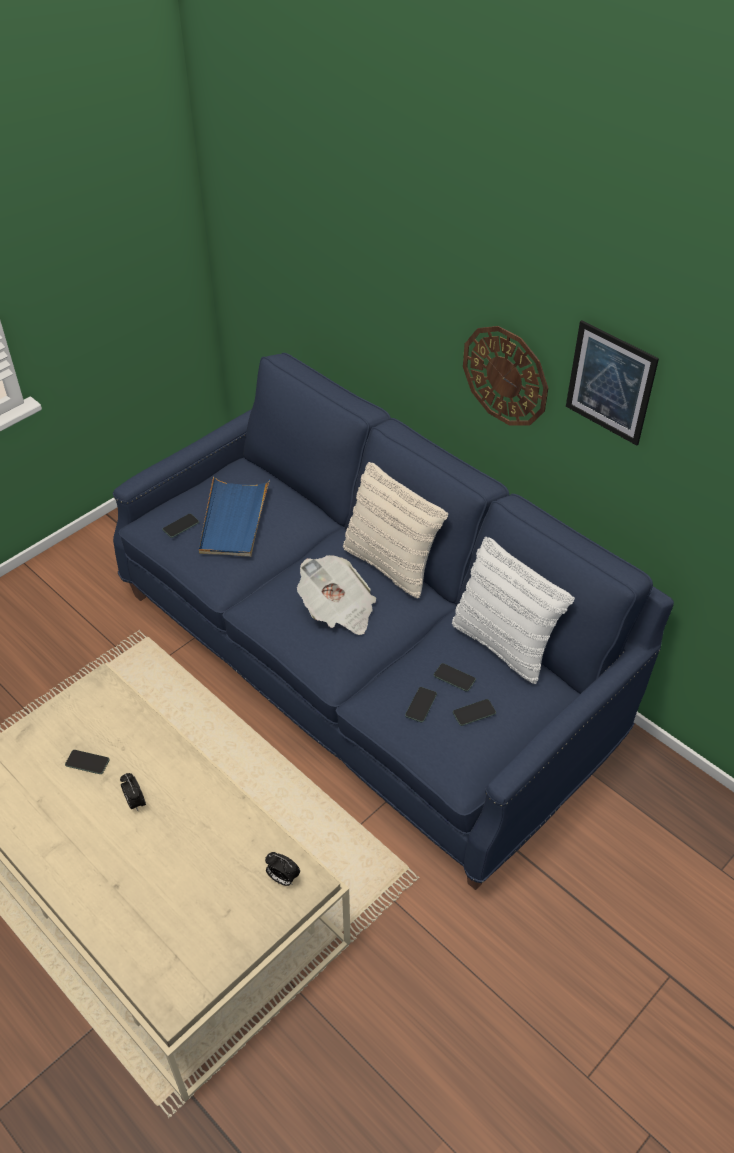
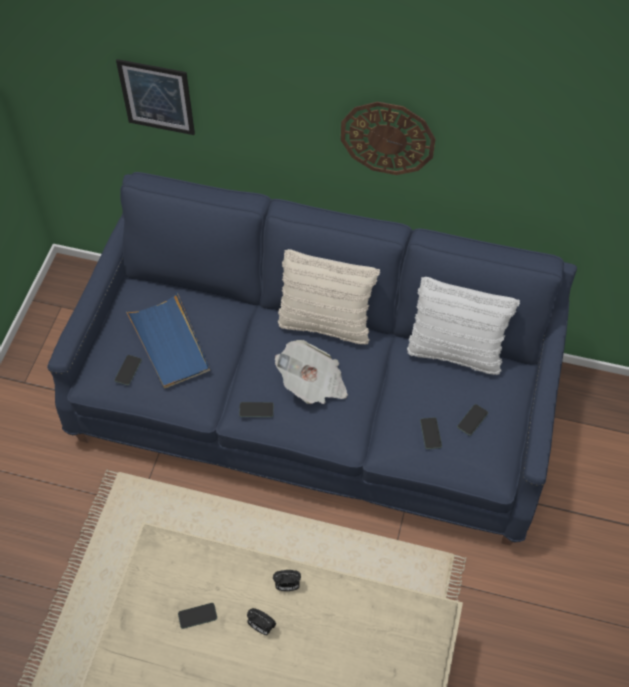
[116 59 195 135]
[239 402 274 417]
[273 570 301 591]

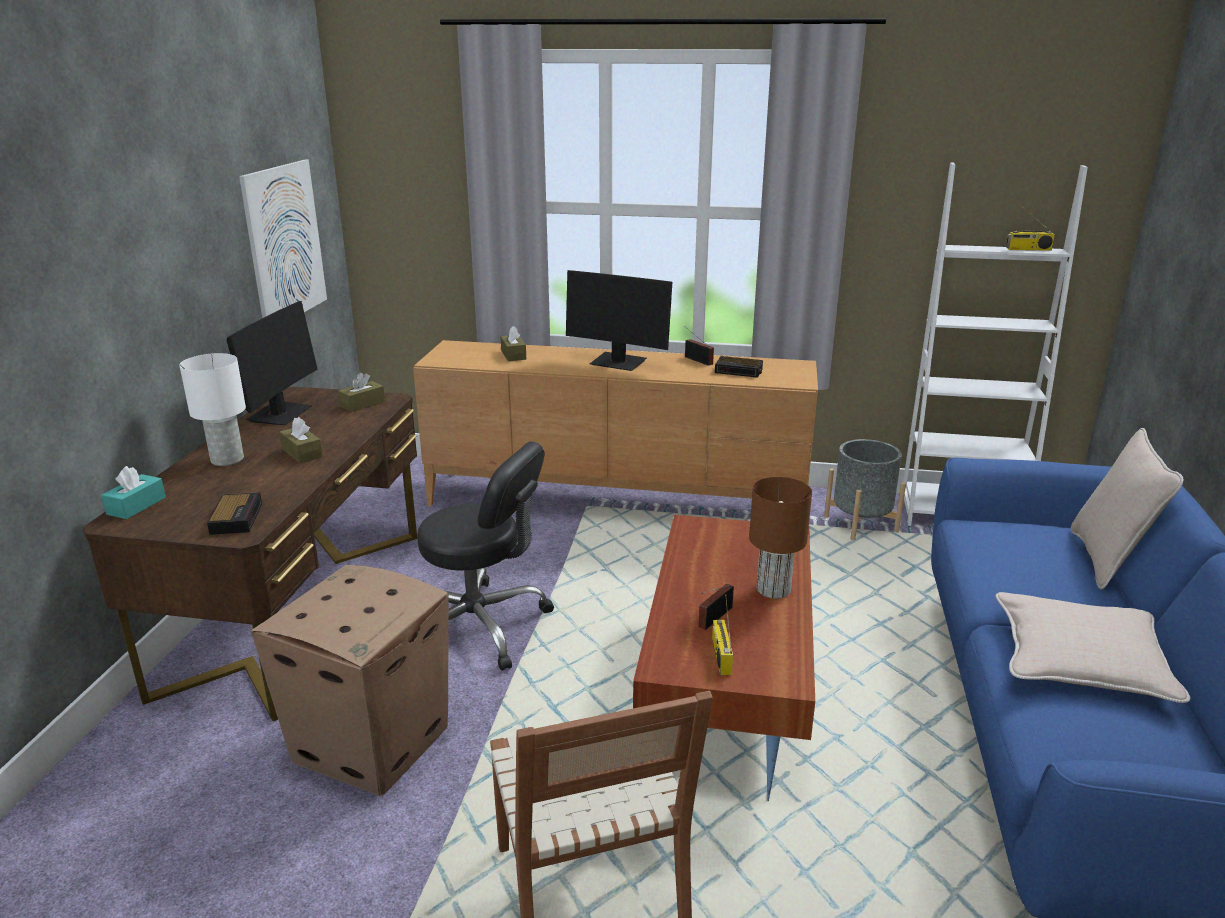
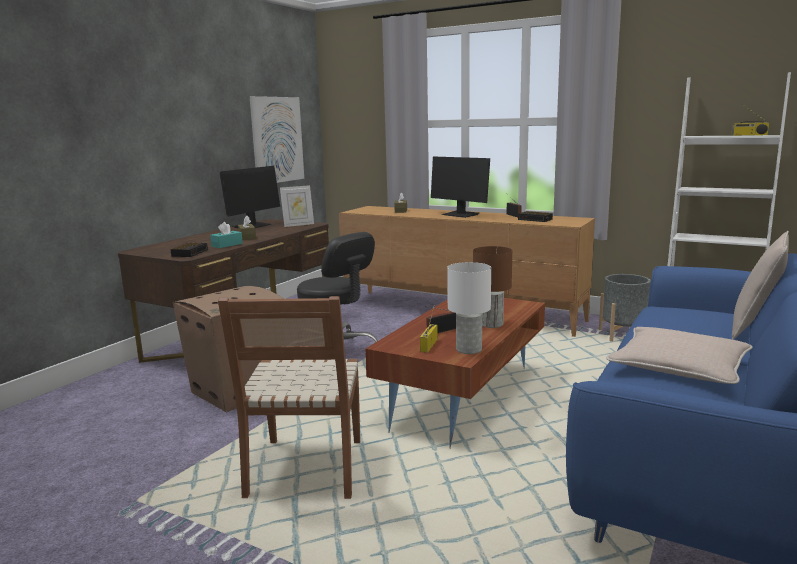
[447 262 491 354]
[280 185 314 227]
[210 222 243 248]

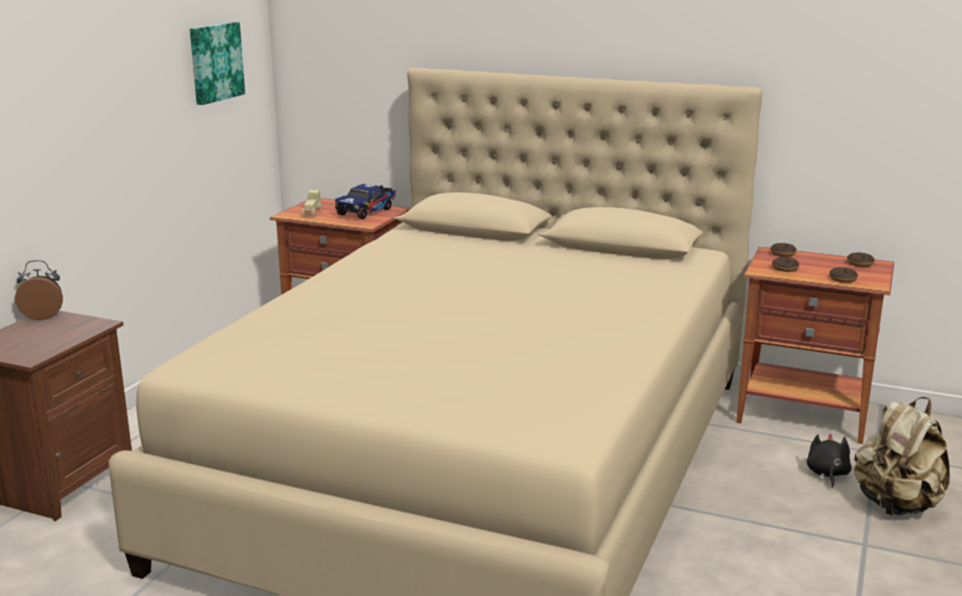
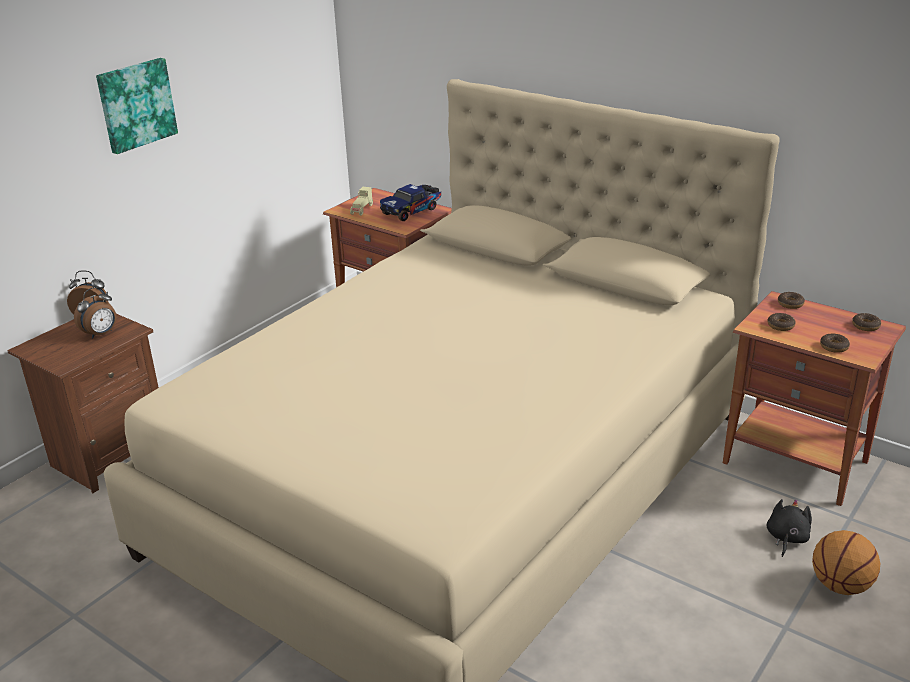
[96 58 178 154]
[812 530 880 595]
[74 287 117 339]

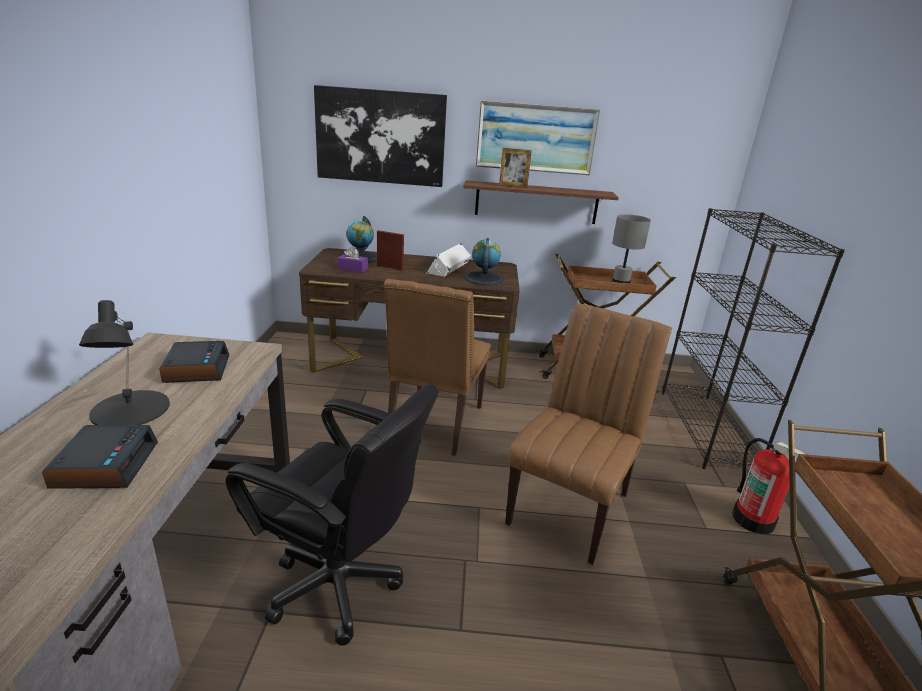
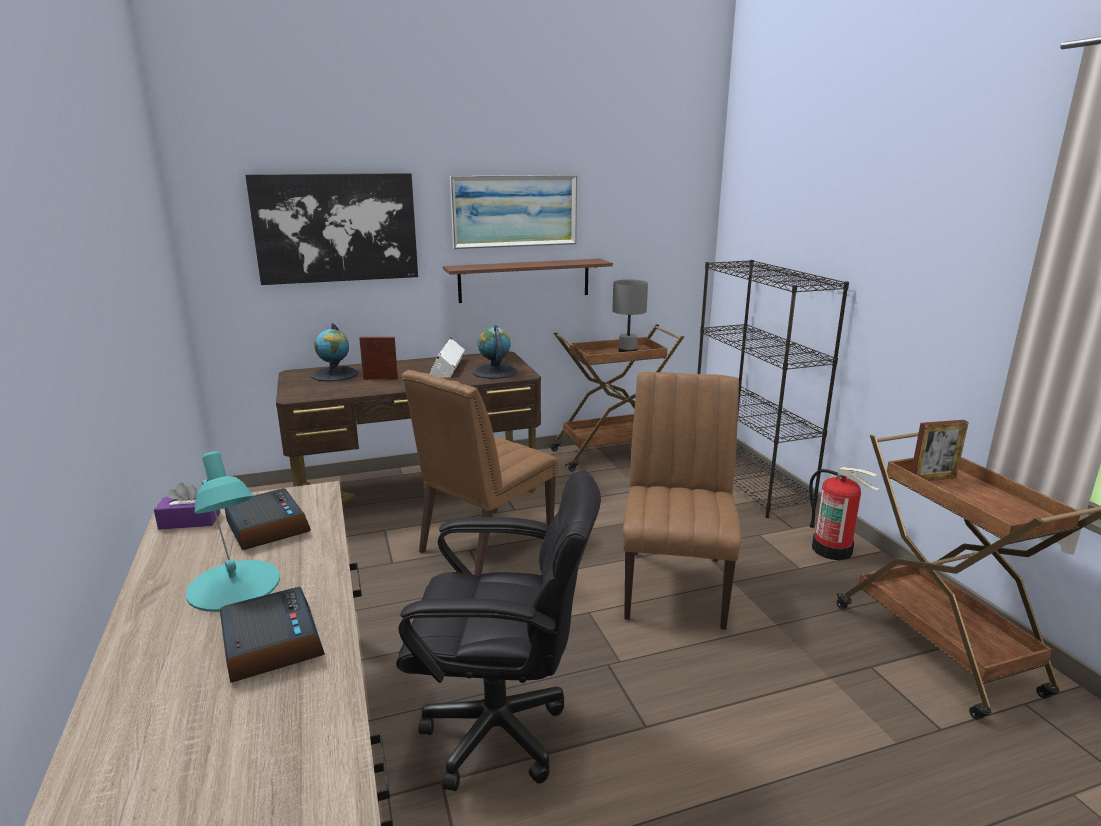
[911 420 969 481]
[154 482 220 530]
[402 370 559 576]
[186 451 280 612]

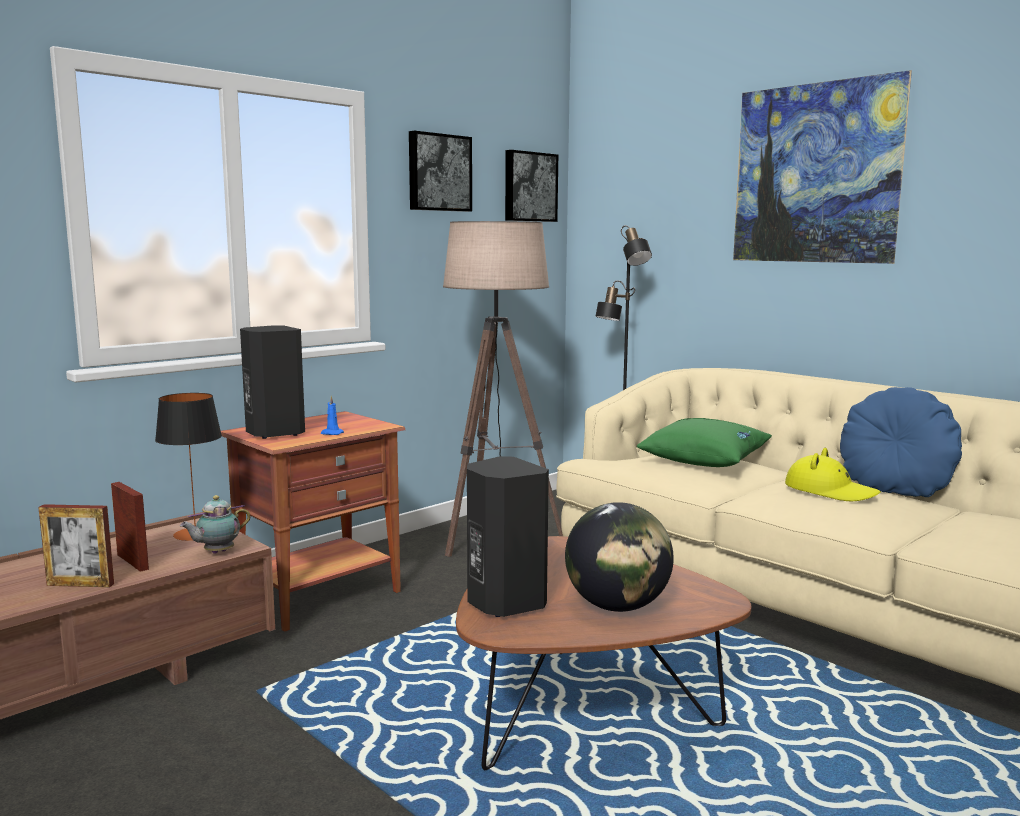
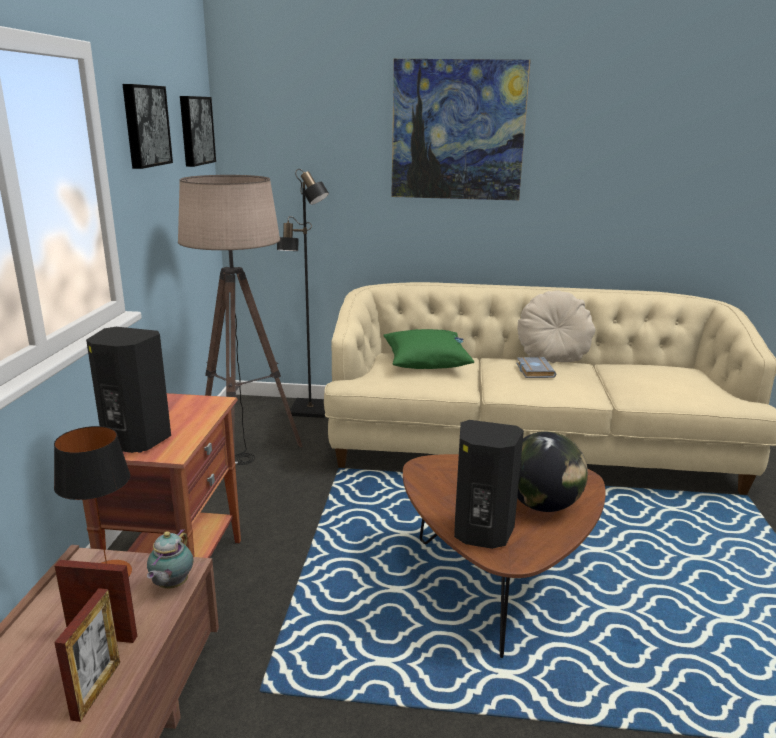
[518 290 595 363]
[321 396 344 435] (first image)
[517 357 556 378]
[54 588 120 722]

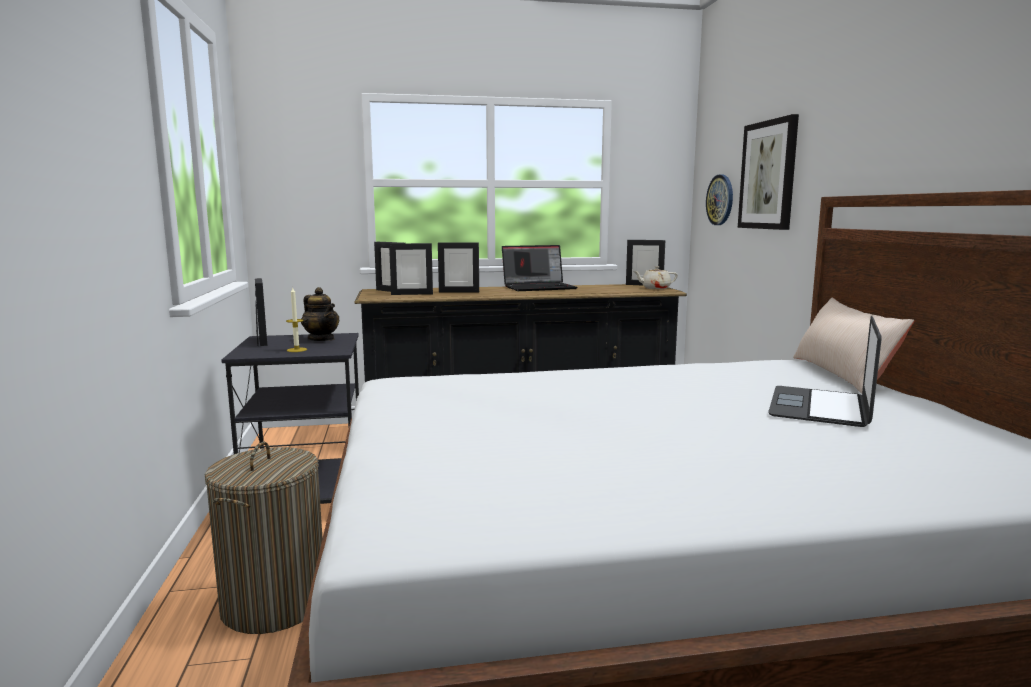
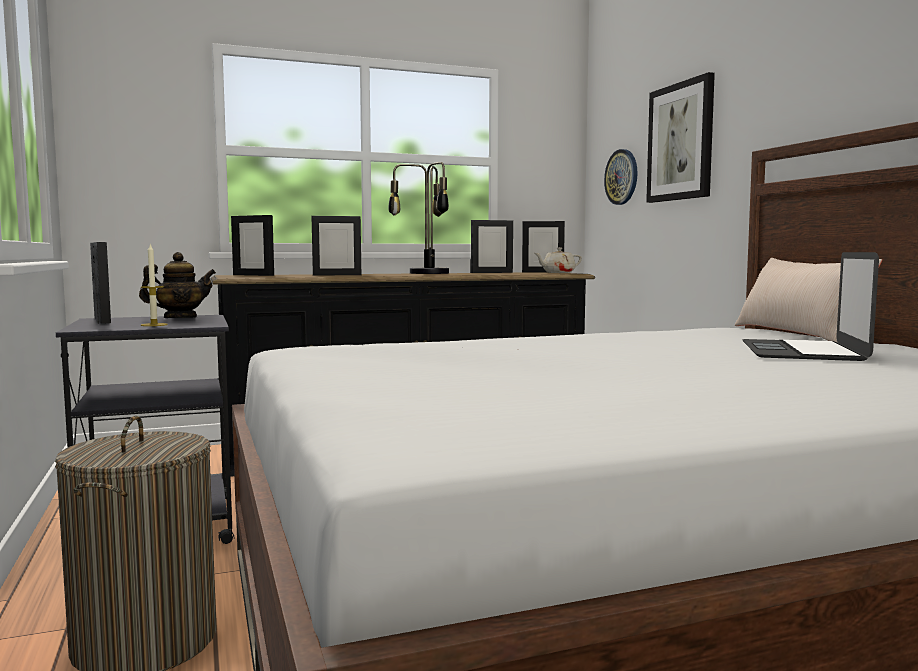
[470 220 513 273]
[389 162 449 274]
[139 252 216 318]

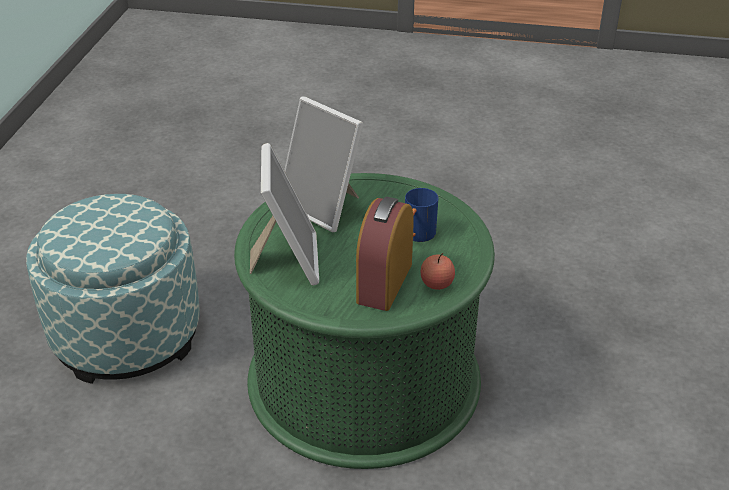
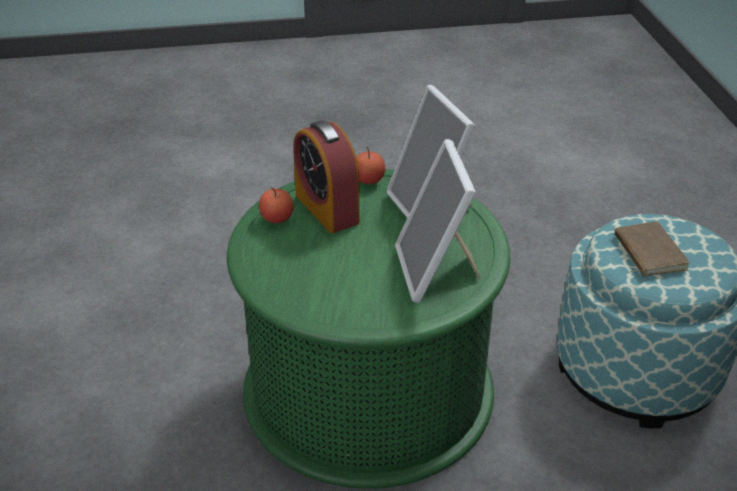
[395 139 481 303]
[405 188 438 242] (first image)
[293 120 360 233]
[356 147 385 184]
[615 221 690 276]

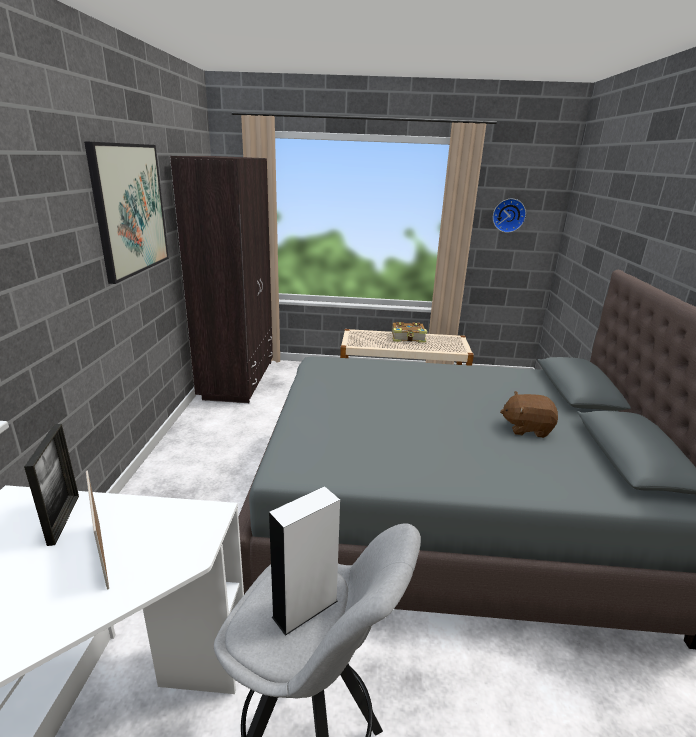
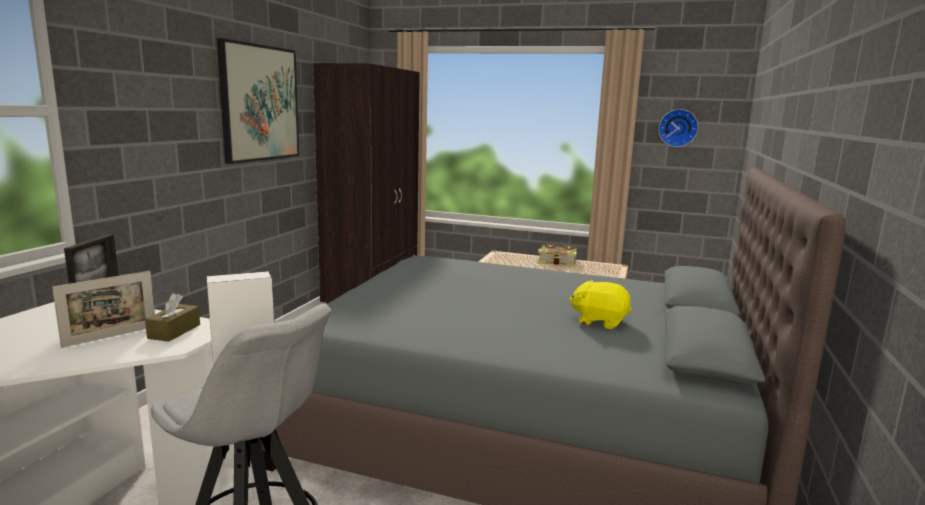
[569 280 632 329]
[52 271 155 348]
[145 293 200 342]

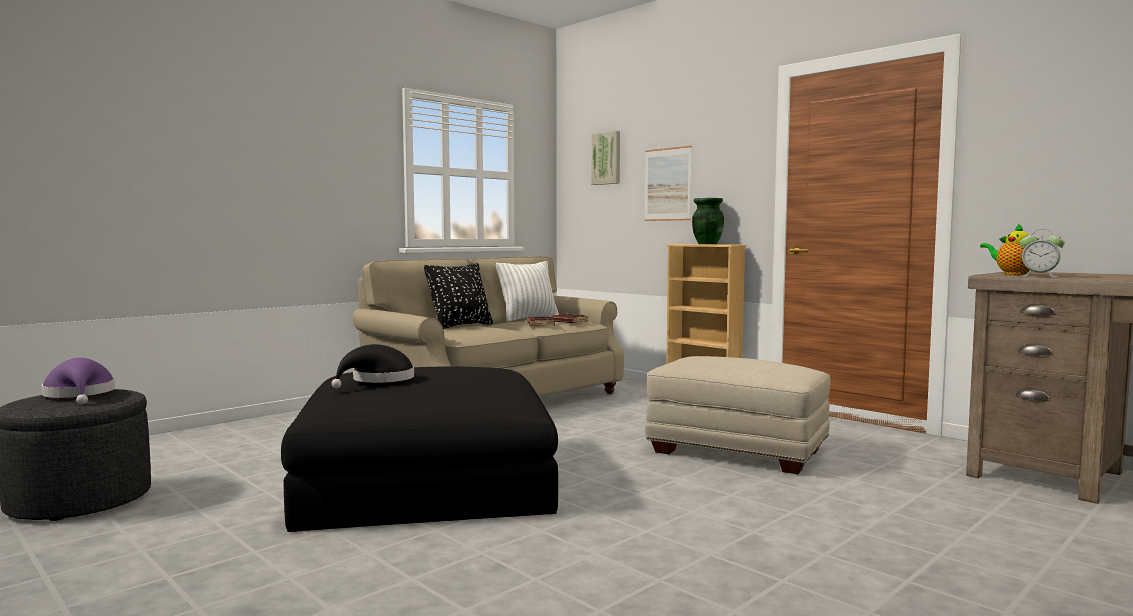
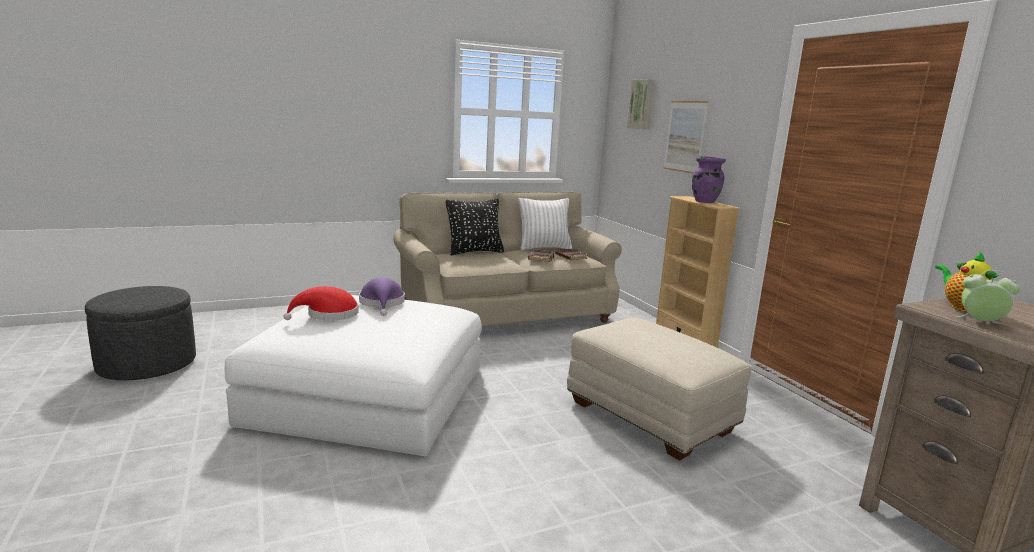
[692 156 726 203]
[955 270 1020 324]
[284 286 359 321]
[359 277 405 316]
[225 295 482 456]

